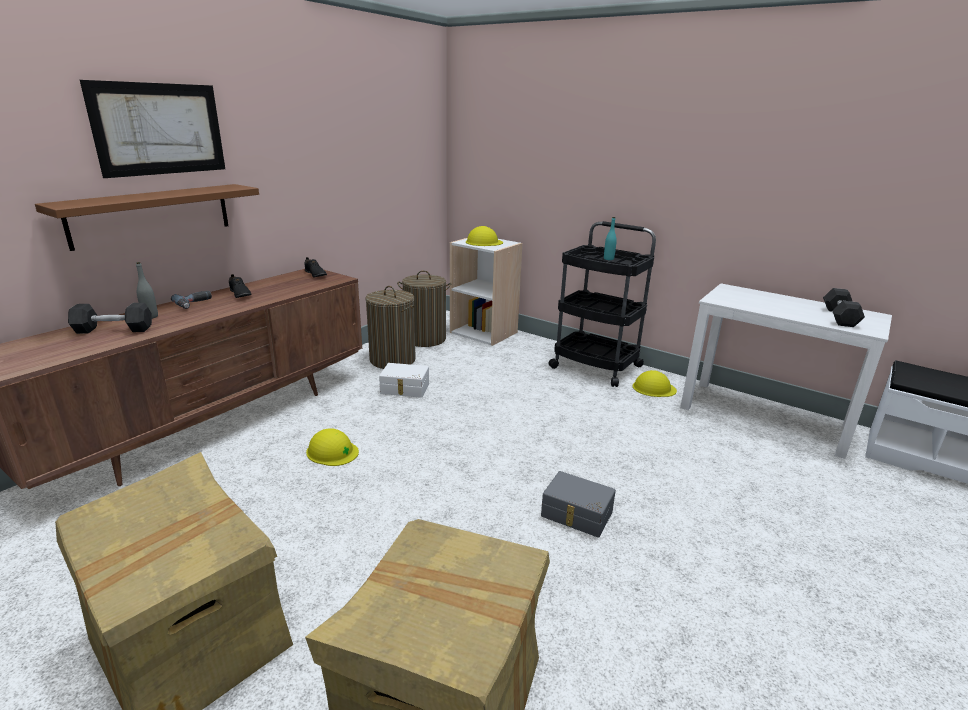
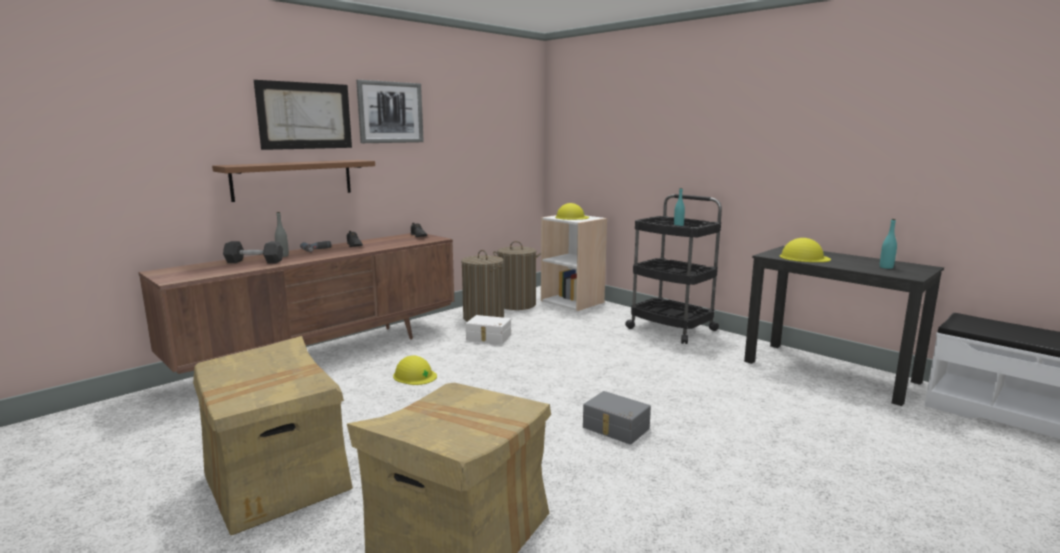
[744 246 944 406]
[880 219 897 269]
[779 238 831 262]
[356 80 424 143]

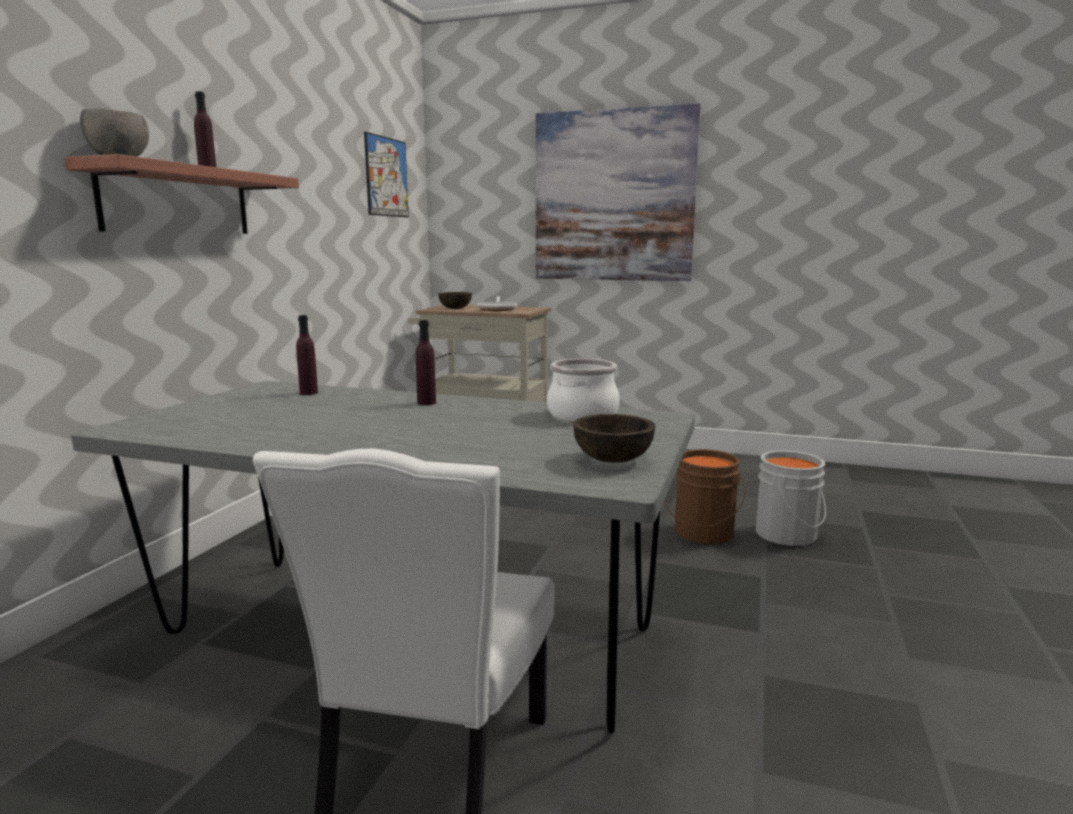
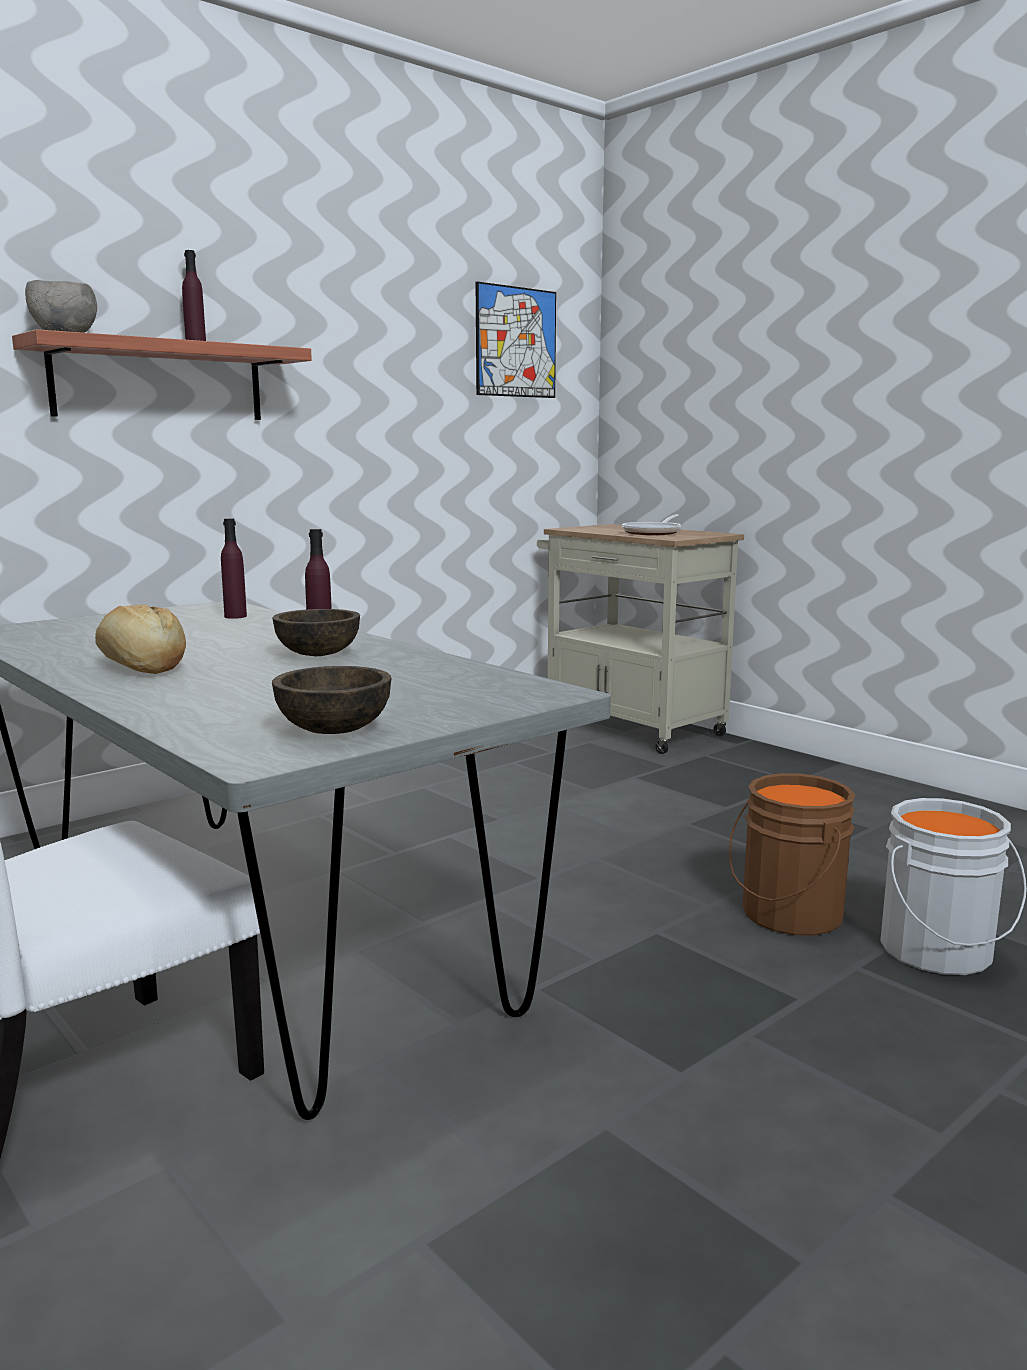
[536 103 701 281] (first image)
[272 609 360 656]
[547 359 620 422] (first image)
[95 604 186 674]

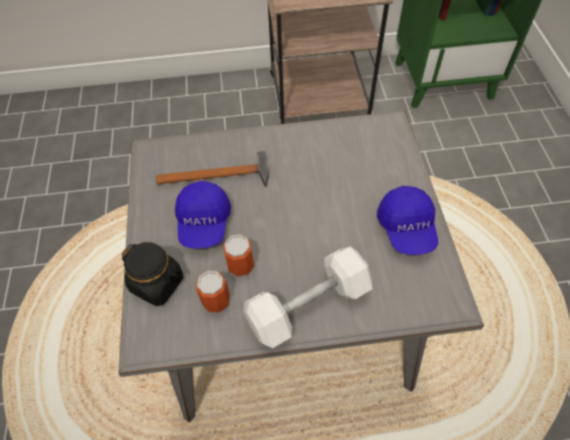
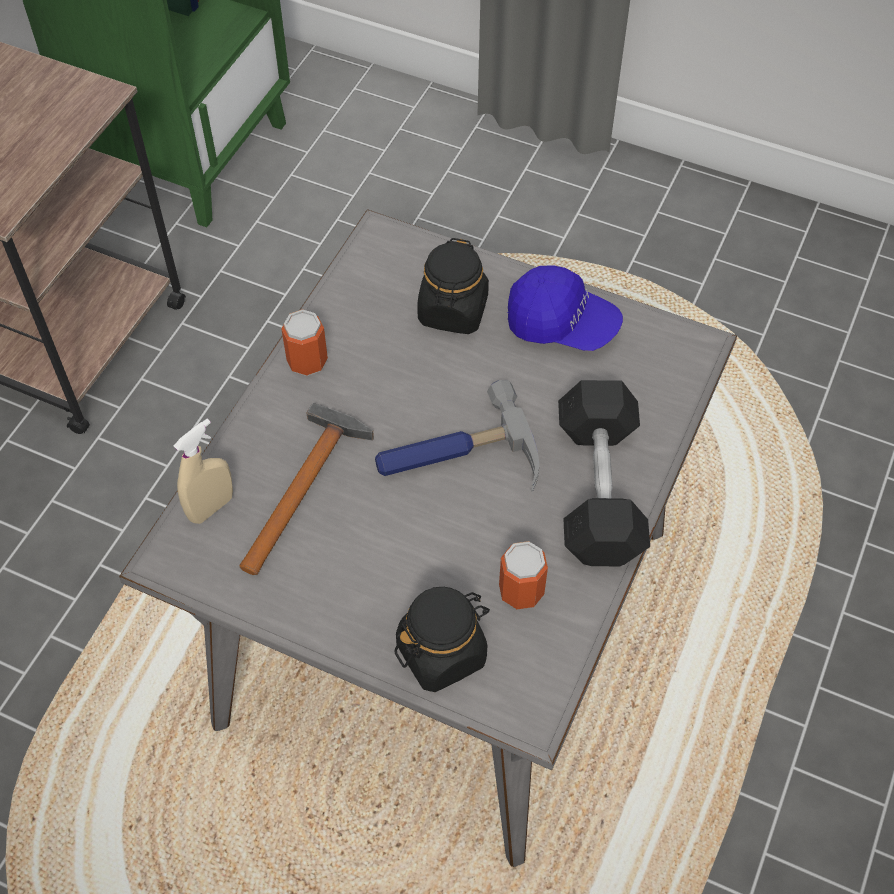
[175 181 231 249] (first image)
[281 309 328 376]
[558 380 650 566]
[417 238 489 334]
[375 380 539 492]
[174 418 233 524]

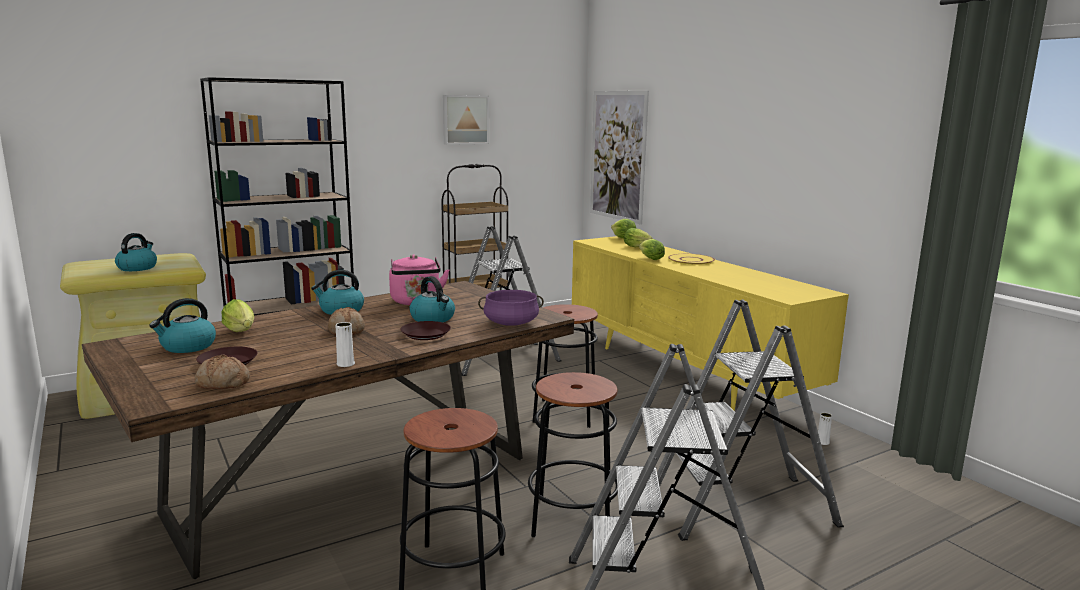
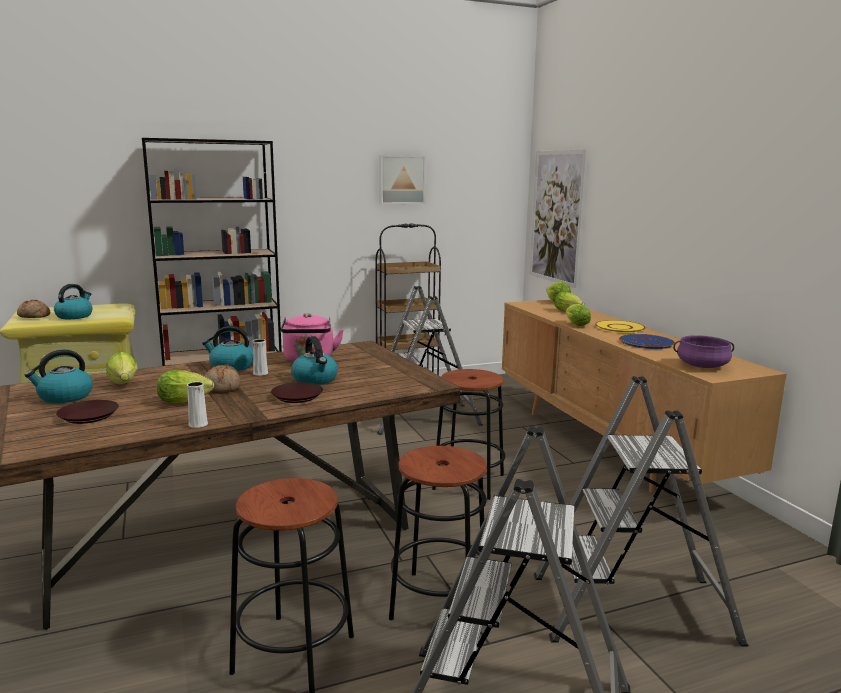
[502 300 787 493]
[673 335 734 368]
[17 300 50 318]
[252 339 268 376]
[619 334 675 349]
[157 370 214 403]

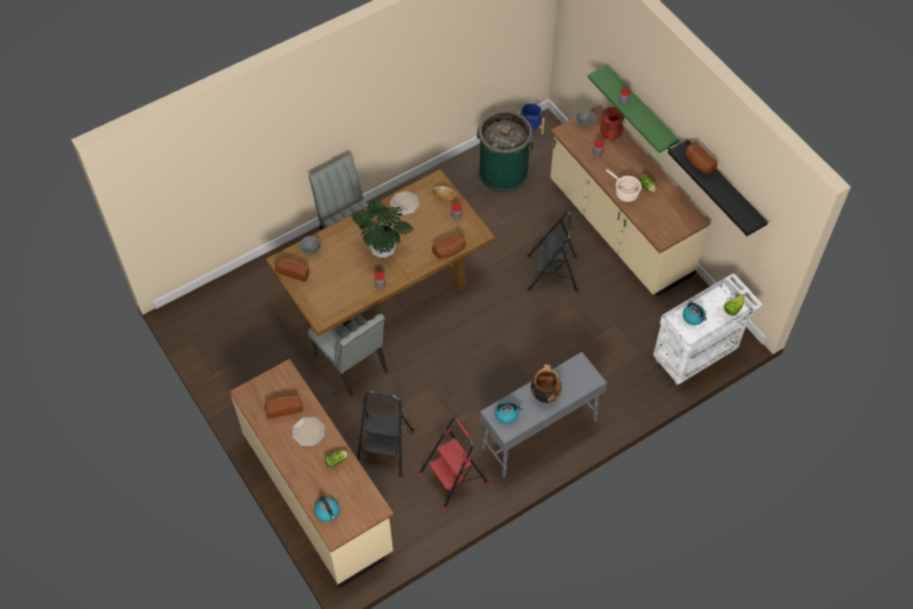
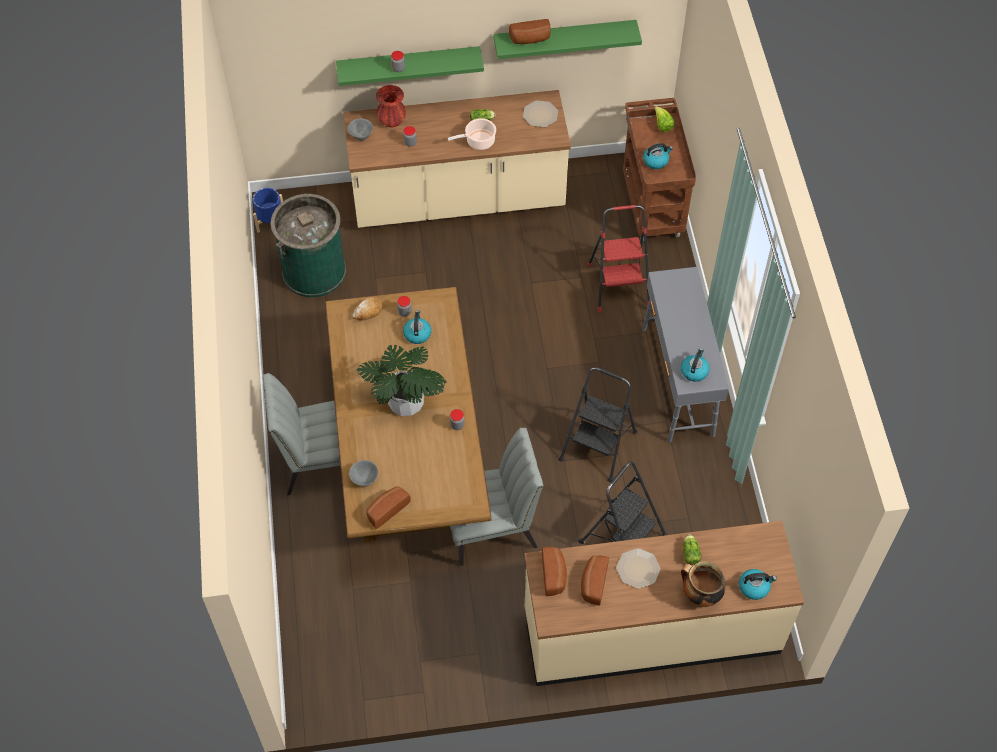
[493 20 642 59]
[523 100 558 127]
[558 367 638 482]
[542 547 567 596]
[623 98 696 241]
[681 561 726 607]
[587 205 650 312]
[403 311 431 344]

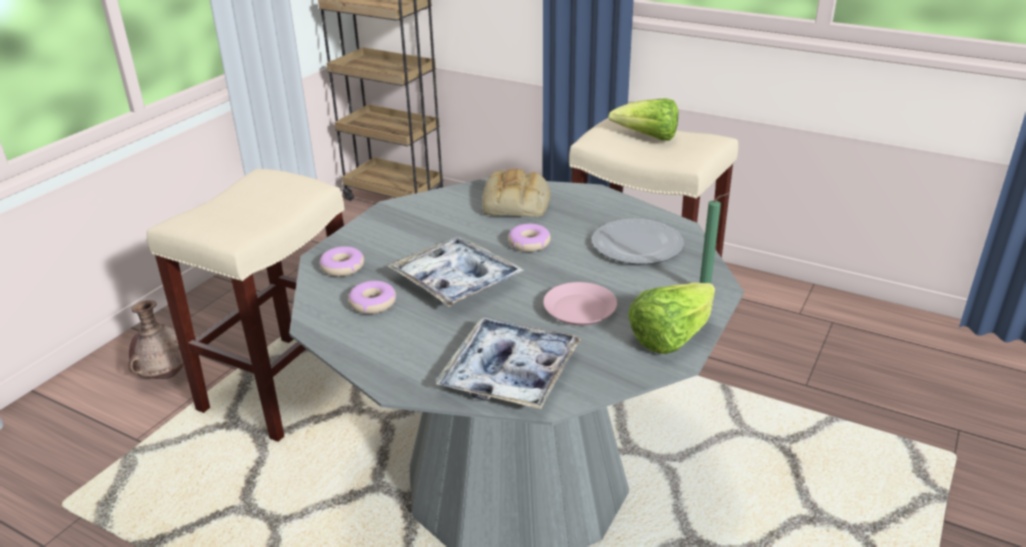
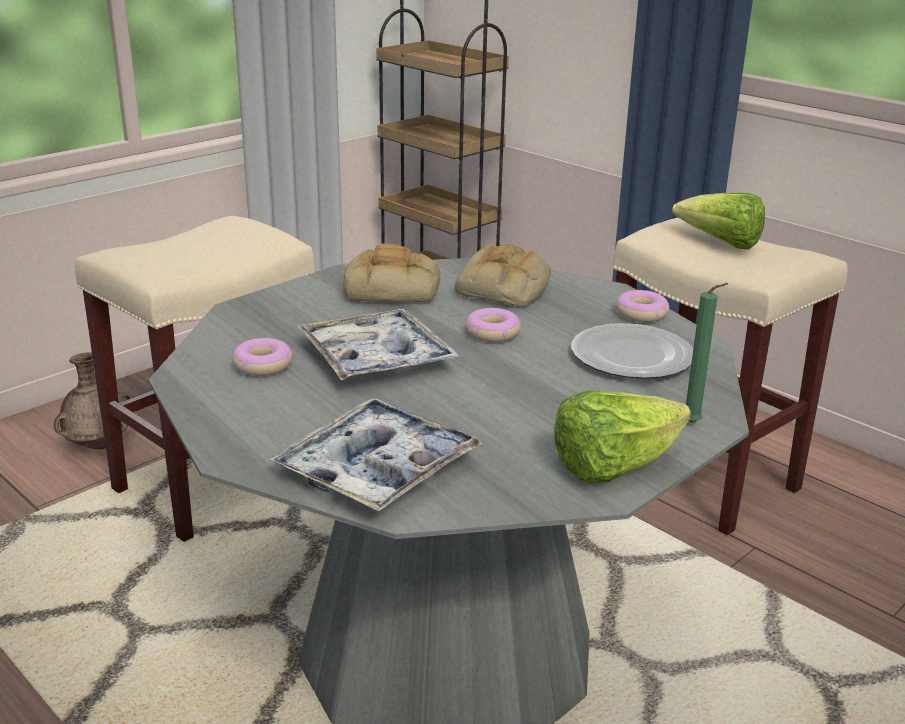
[616 290 669 322]
[543 282 617 326] (first image)
[343 243 440 302]

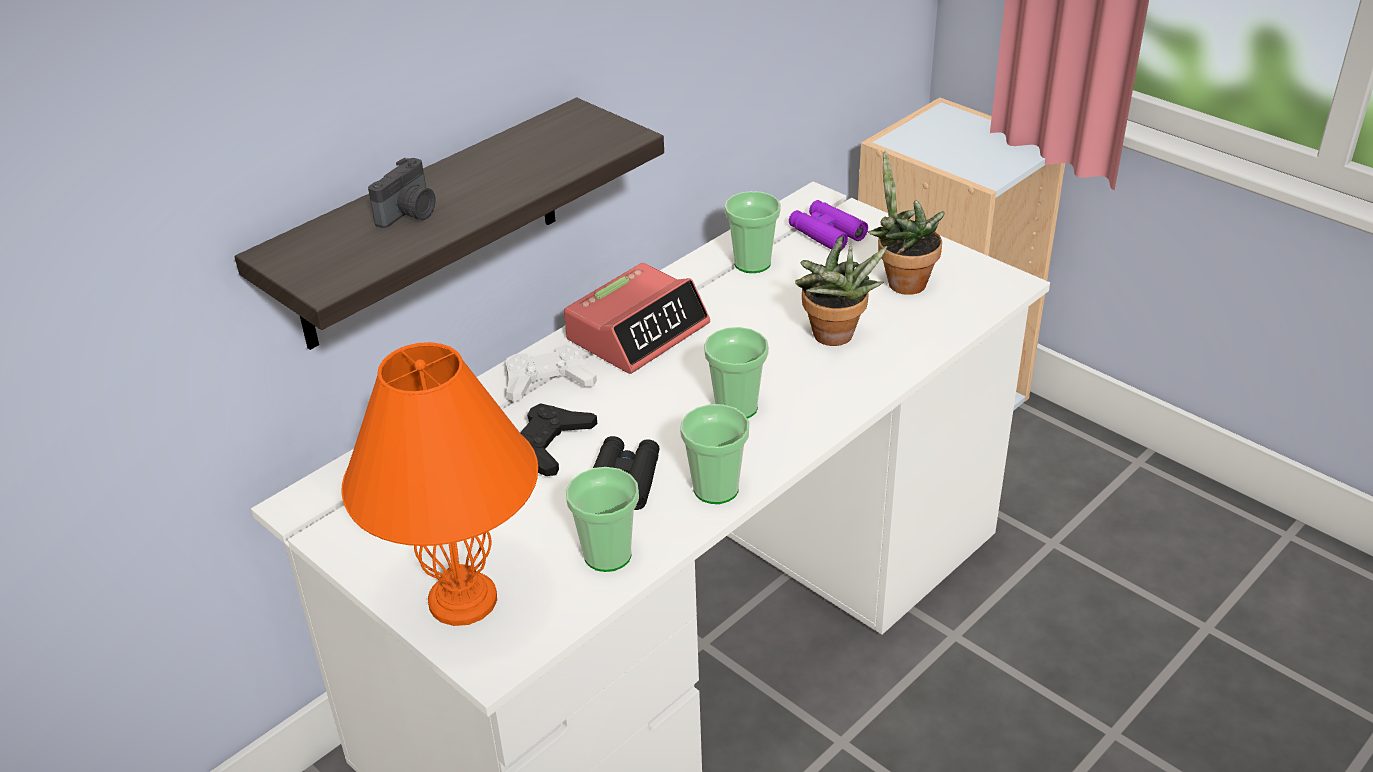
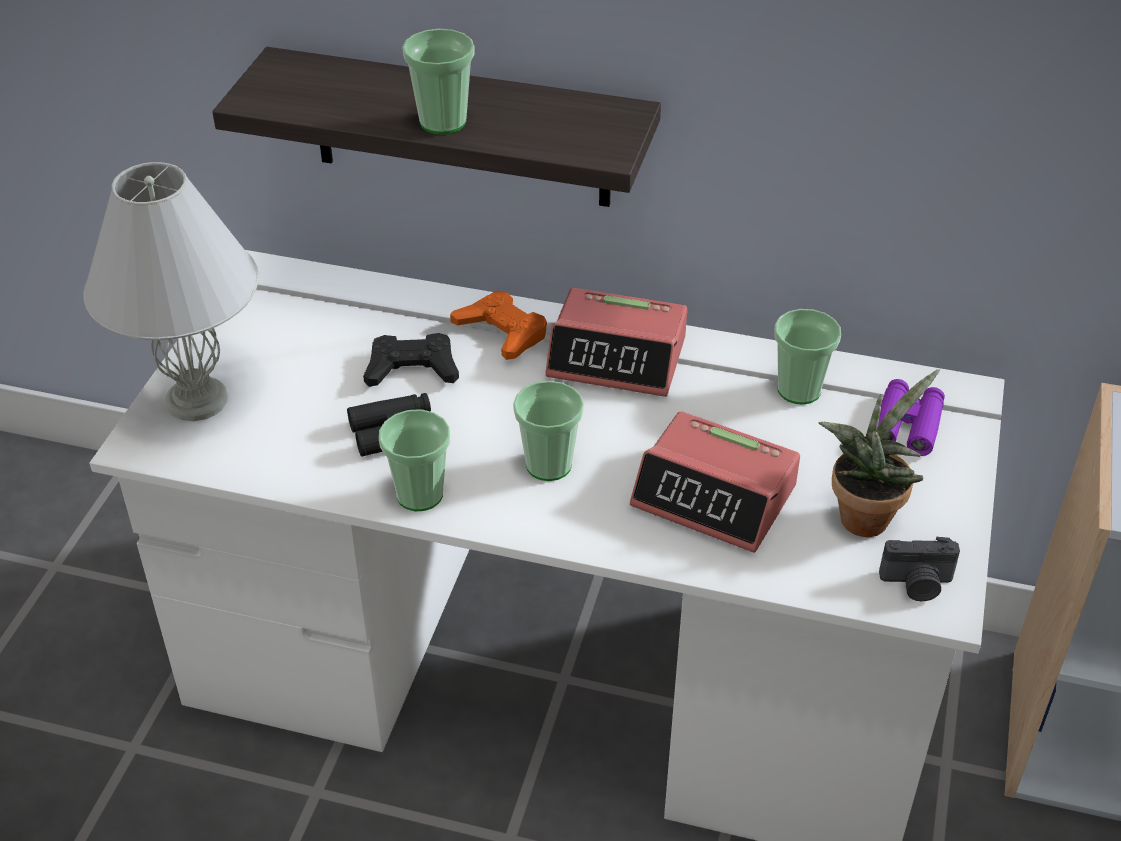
[879 537 960 601]
[630 411 800 553]
[83 162 259 421]
[450 291 547 360]
[402 29 474 135]

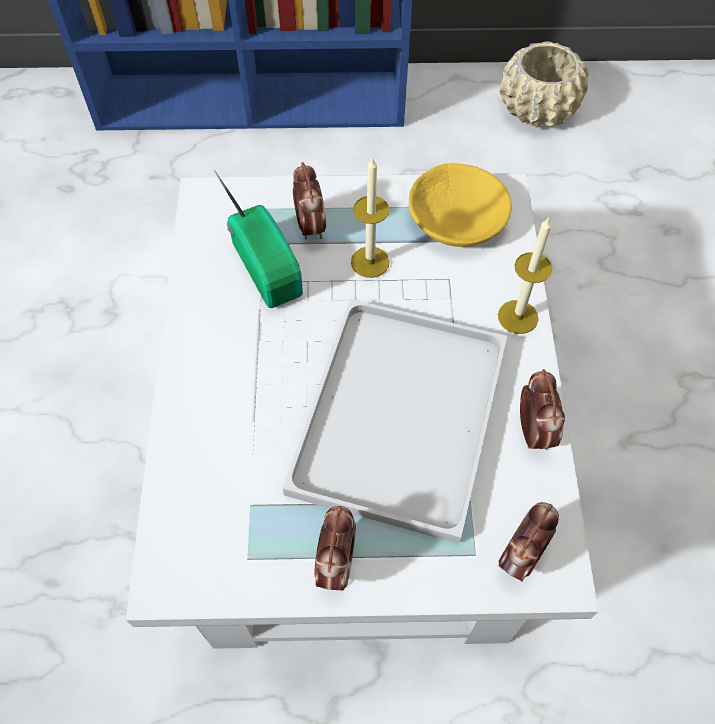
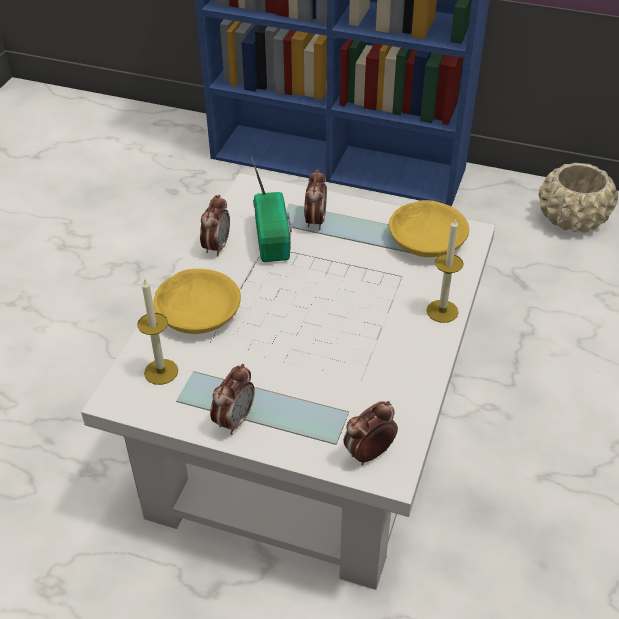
[137 278 178 385]
[283 299 507 543] (first image)
[200 195 230 257]
[154 269 241 334]

